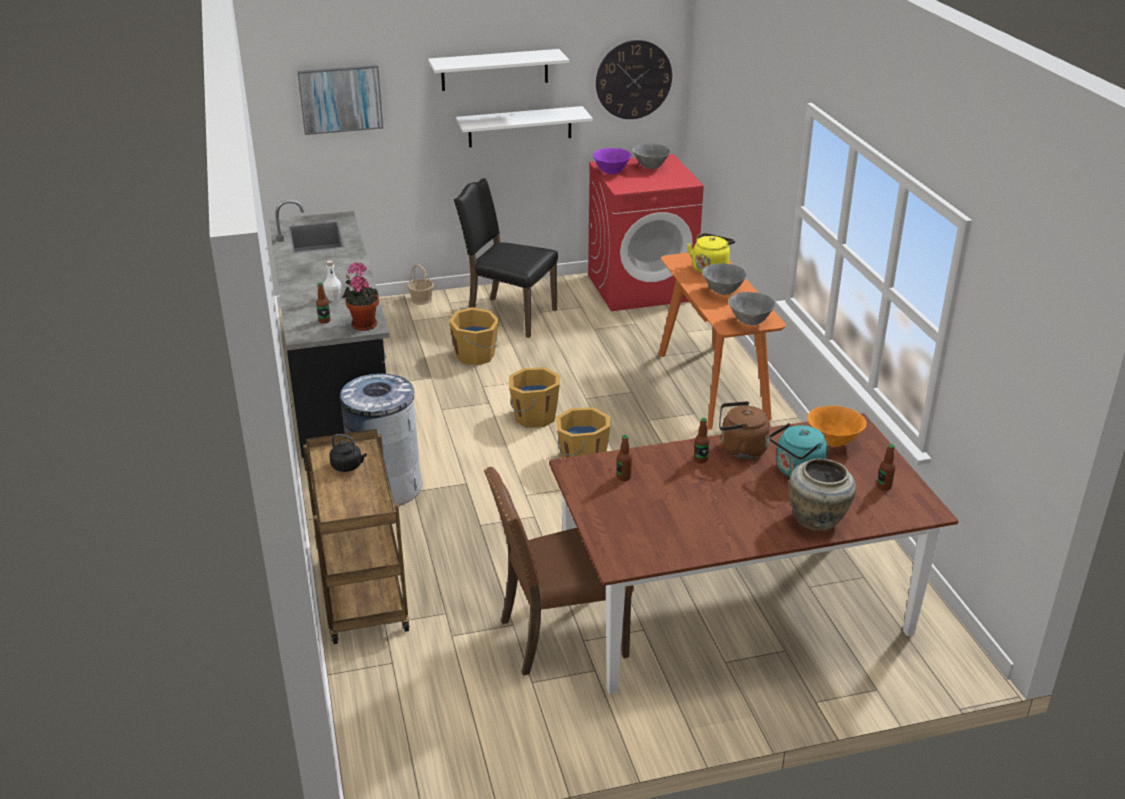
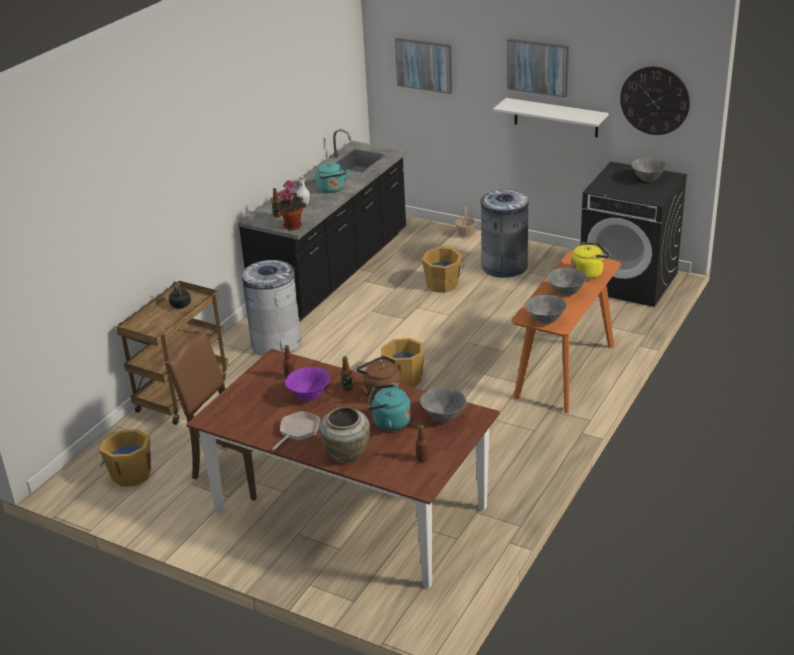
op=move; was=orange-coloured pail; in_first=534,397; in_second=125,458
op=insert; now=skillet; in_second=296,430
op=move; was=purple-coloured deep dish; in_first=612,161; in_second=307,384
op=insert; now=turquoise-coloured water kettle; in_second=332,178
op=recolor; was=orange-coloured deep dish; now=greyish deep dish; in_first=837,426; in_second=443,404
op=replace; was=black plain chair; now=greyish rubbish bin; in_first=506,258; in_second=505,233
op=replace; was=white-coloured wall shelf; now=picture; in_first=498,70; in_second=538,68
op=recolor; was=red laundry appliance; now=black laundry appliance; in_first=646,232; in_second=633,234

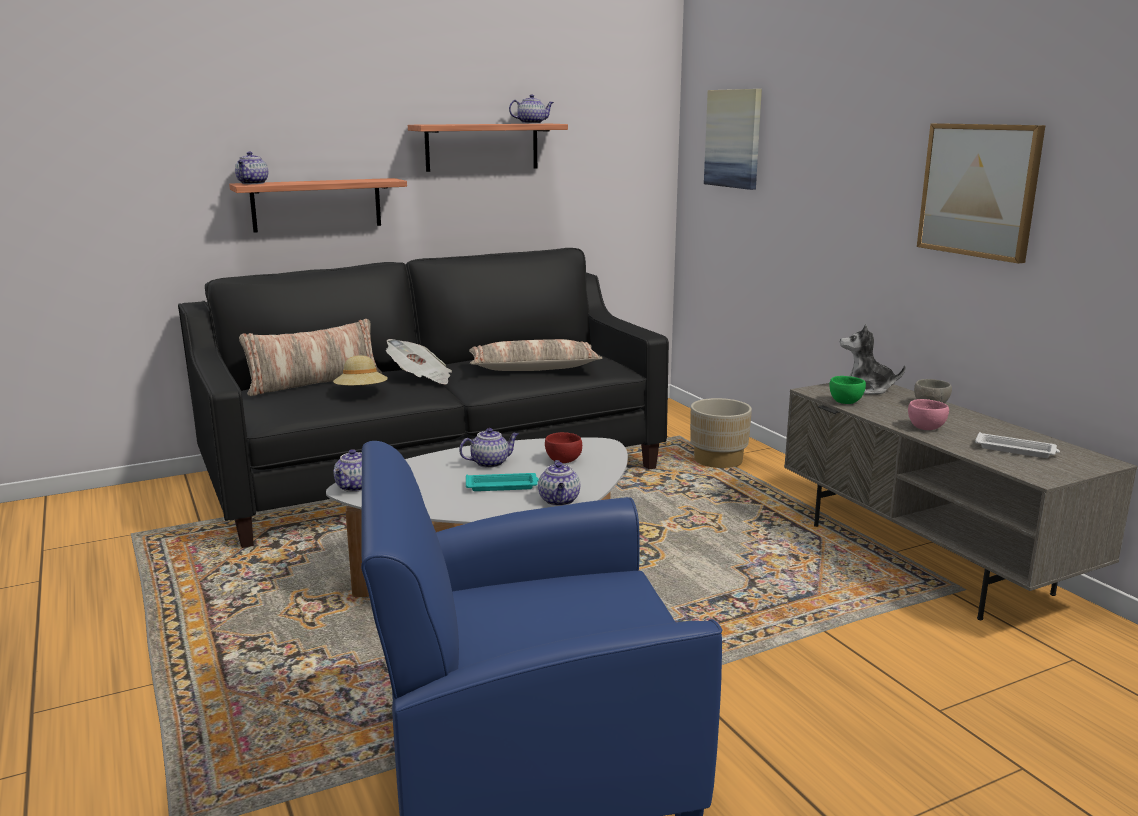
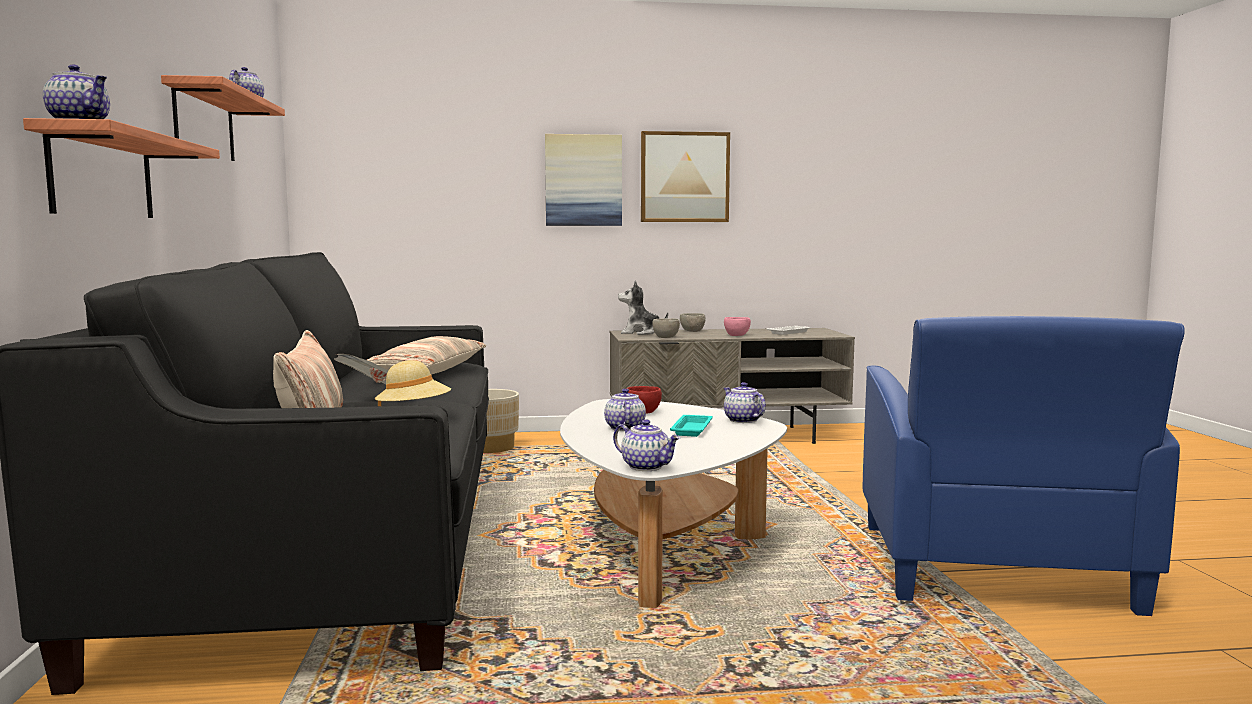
op=move; was=picture; in_first=733,139; in_second=583,180
op=rotate; was=soft toy; in_first=873,359; in_second=643,307; clockwise=60
op=recolor; was=greenish deep dish; now=greyish deep dish; in_first=847,390; in_second=666,328
op=rotate; was=pot for tea; in_first=559,483; in_second=745,402; clockwise=-135

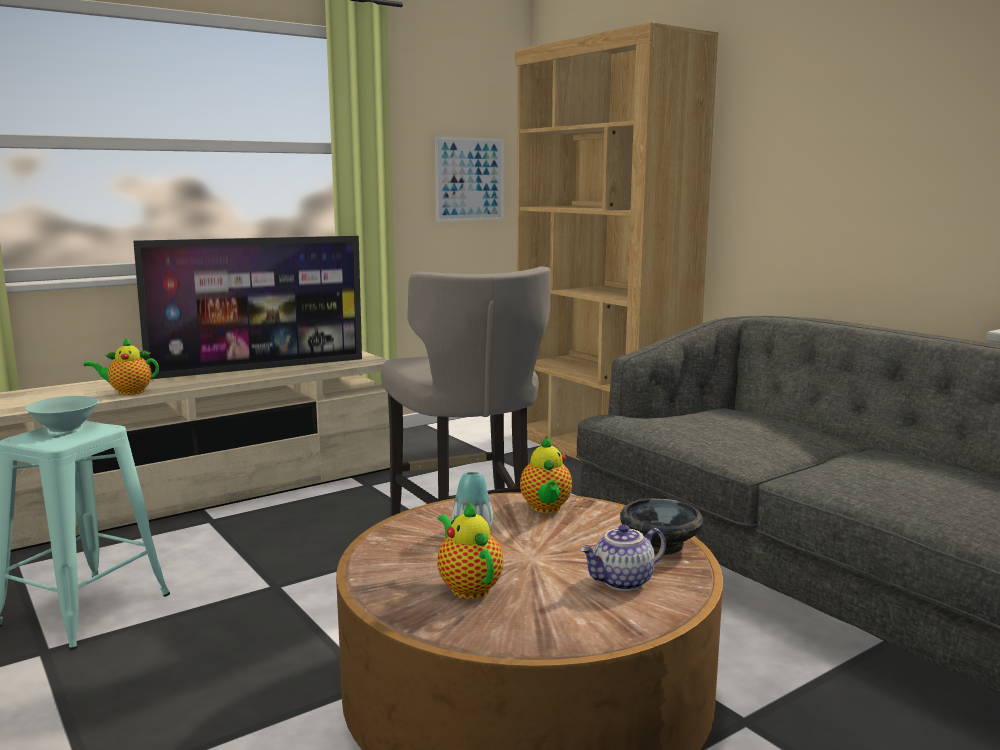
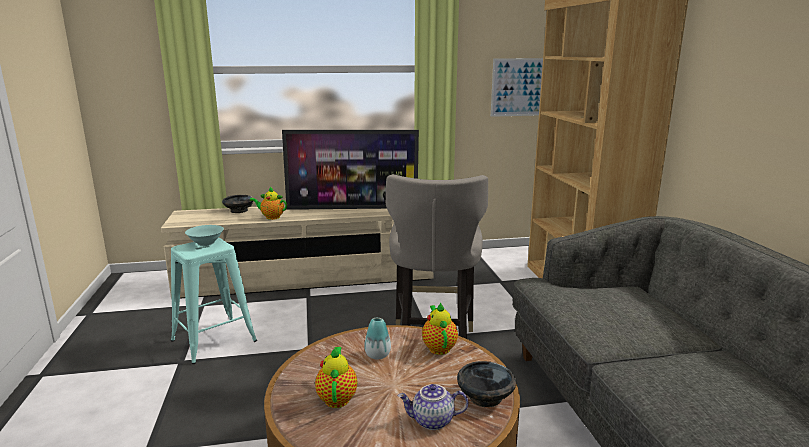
op=insert; now=black deep dish; in_second=237,204
op=rotate; was=pot for tea; in_first=546,474; in_second=440,328; clockwise=150

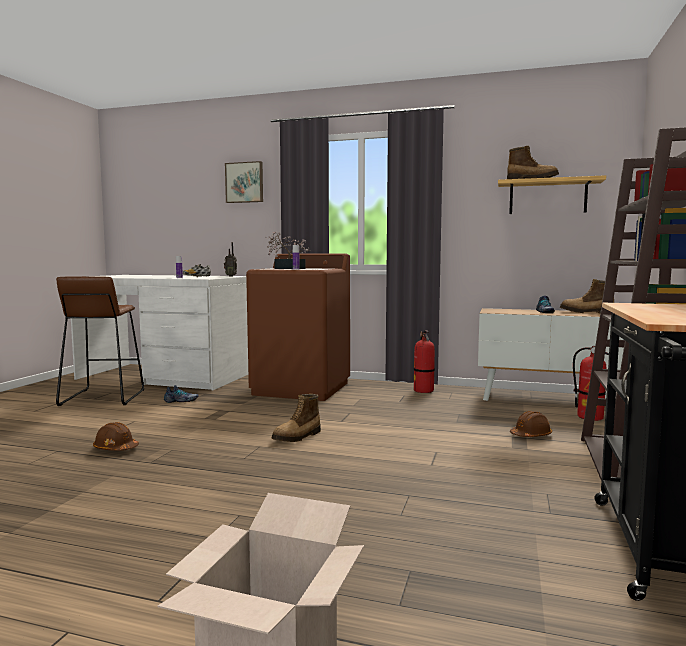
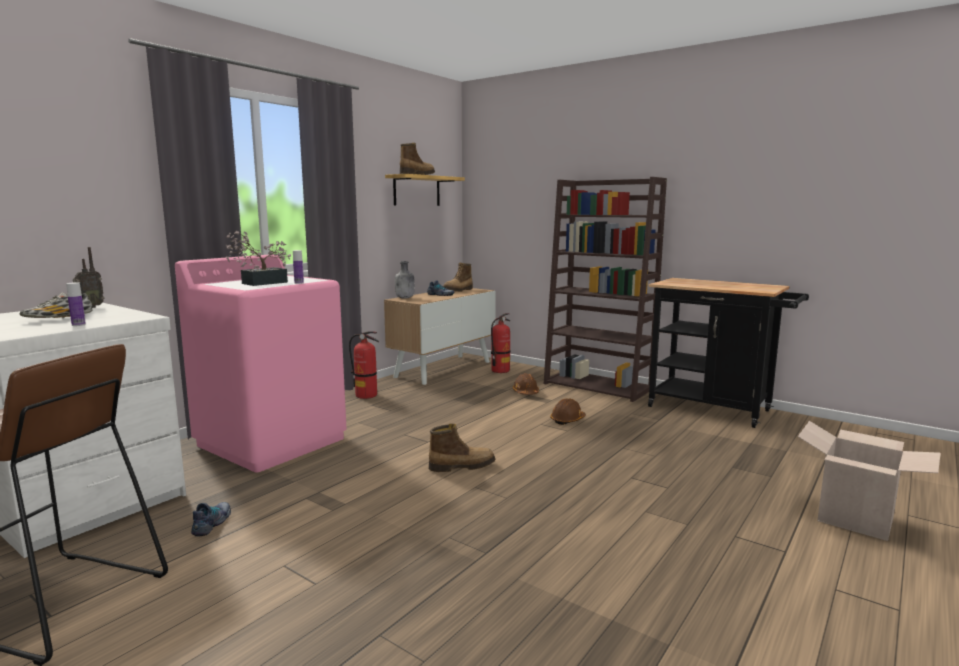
op=recolor; was=brown-coloured laundry appliance; now=pink-coloured laundry appliance; in_first=298,327; in_second=261,364
op=insert; now=greyish beverage bottle; in_second=405,280
op=rotate; was=tall boot; in_first=296,418; in_second=462,448; clockwise=-75
op=move; was=brown-coloured work helmet; in_first=116,436; in_second=568,412
op=delete; was=picture; in_first=244,182

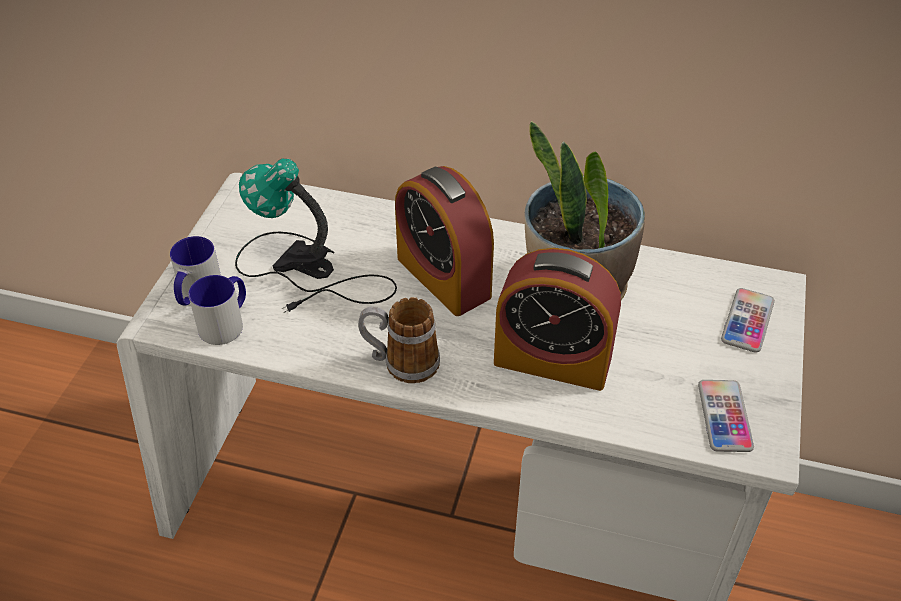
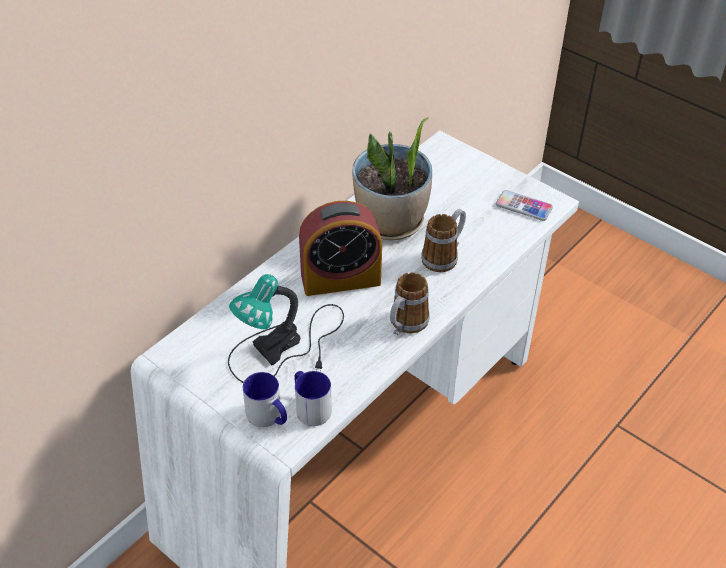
op=replace; was=table clock; now=coffee mug; in_first=557,319; in_second=443,240
op=delete; was=phone; in_first=748,320

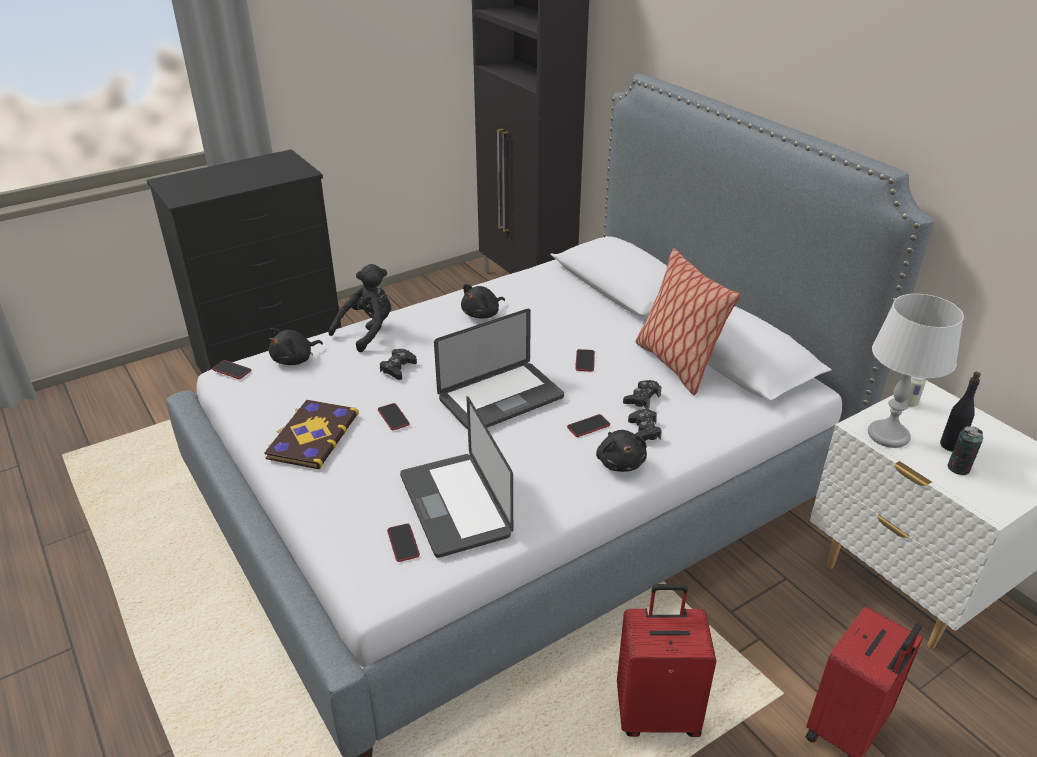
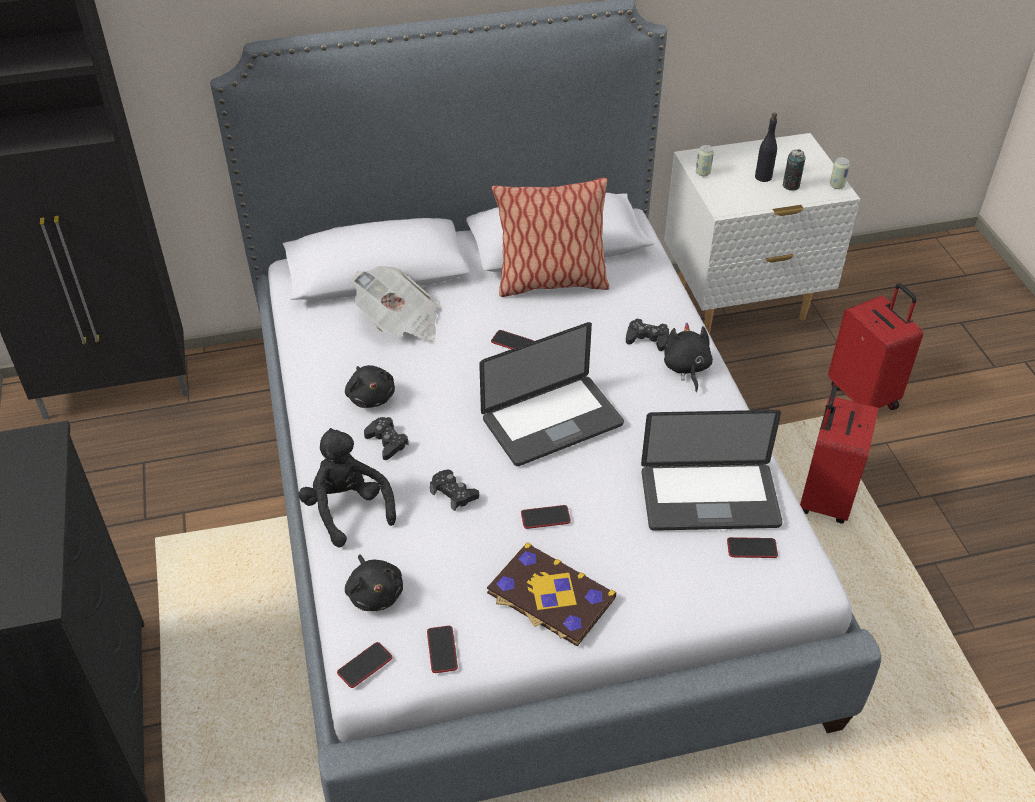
op=insert; now=newspaper; in_second=395,303
op=move; was=black joypad; in_first=642,394; in_second=386,438
op=move; was=phone; in_first=588,425; in_second=442,649
op=rotate; was=laptop; in_first=499,369; in_second=551,394; clockwise=75
op=rotate; was=black soft toy; in_first=621,451; in_second=688,357; clockwise=-105
op=insert; now=metal can; in_second=840,173
op=delete; was=greyish tabletop lamp; in_first=916,371

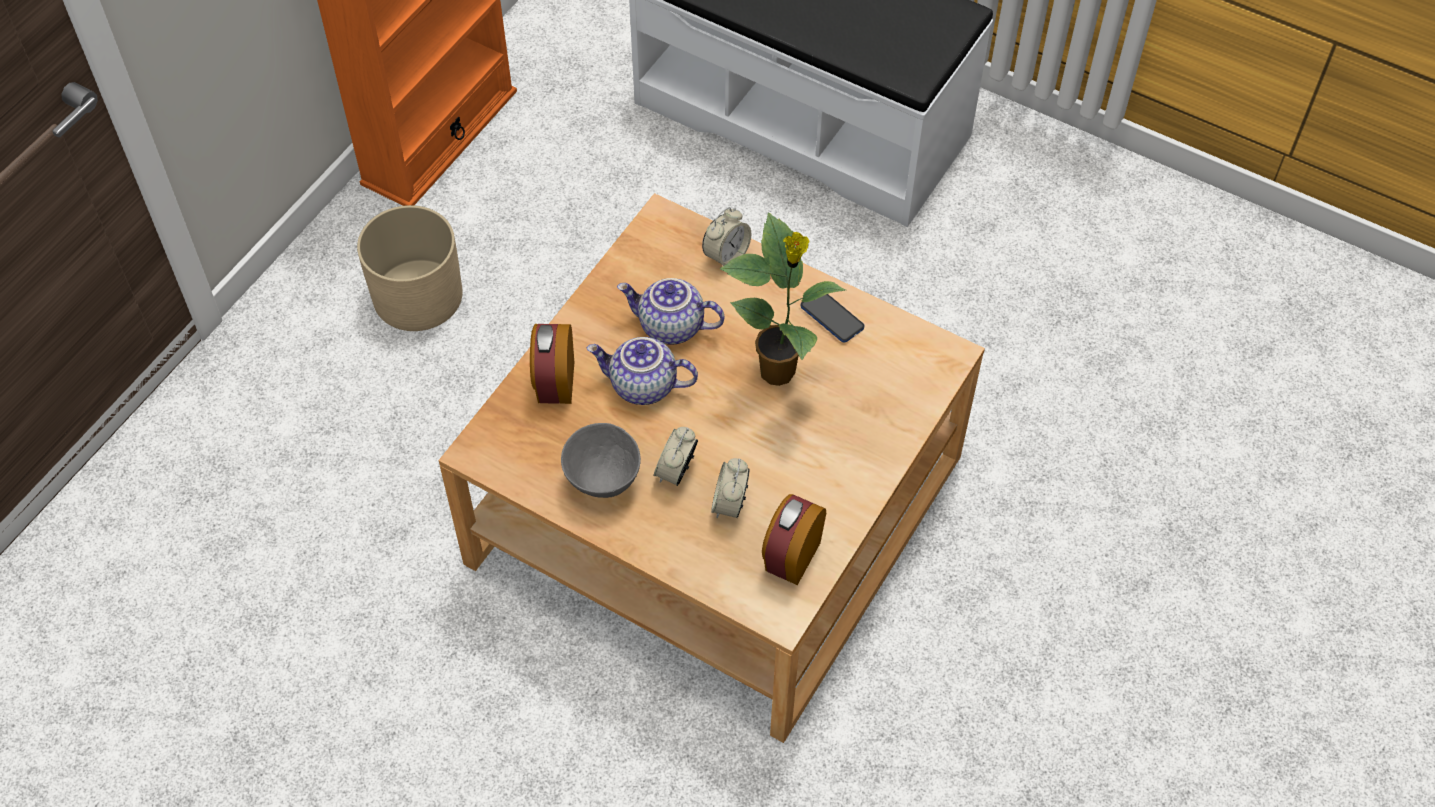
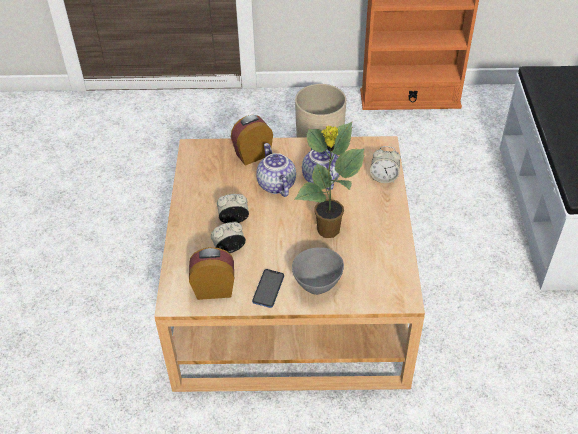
op=move; was=phone; in_first=832,318; in_second=268,288
op=move; was=greyish deep dish; in_first=601,460; in_second=318,271

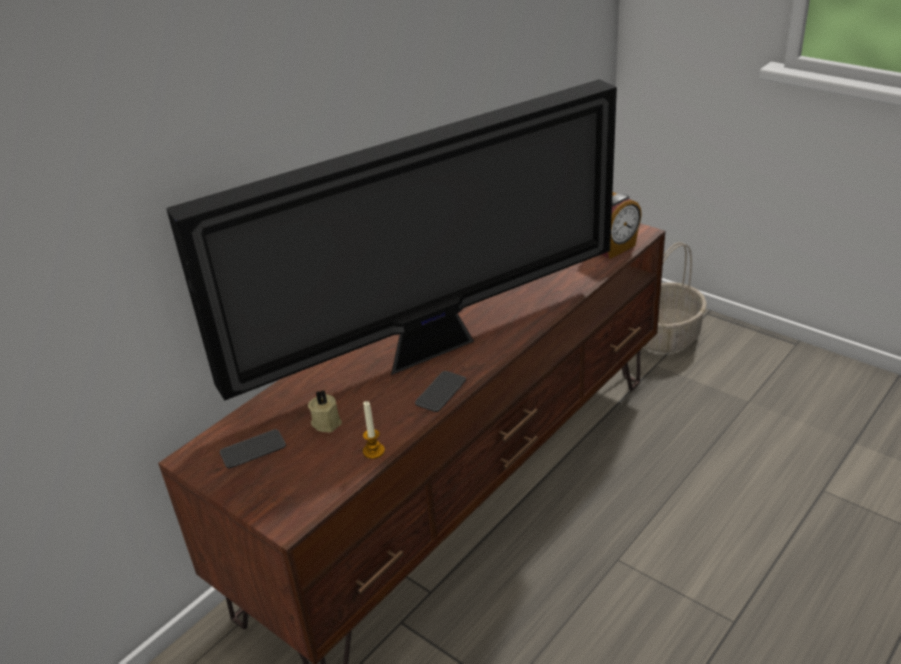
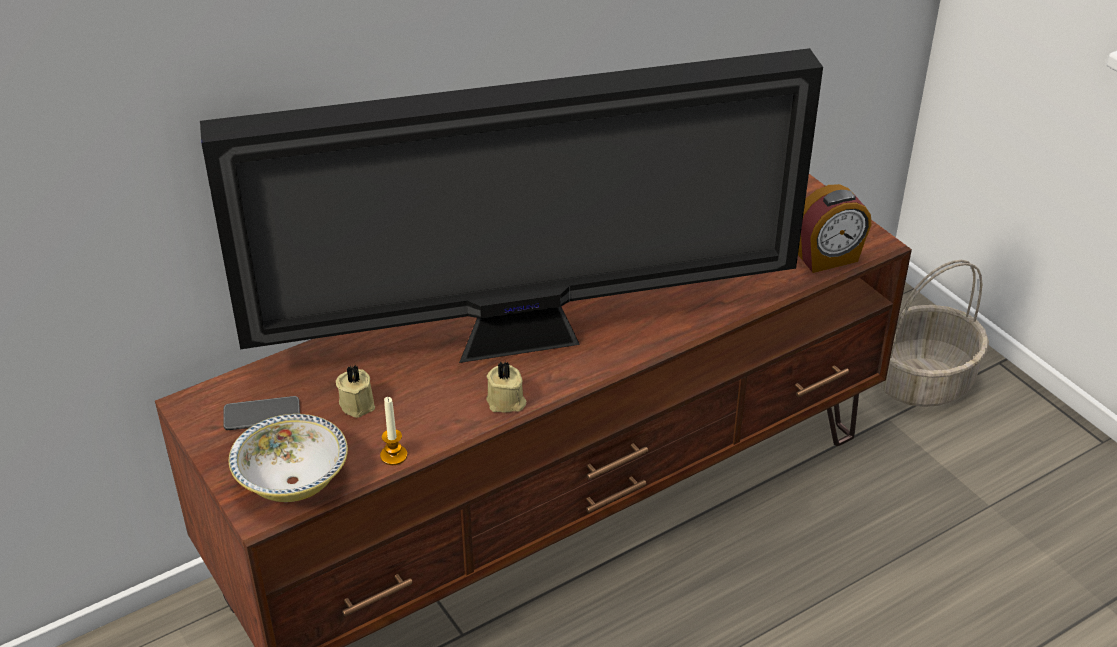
op=insert; now=deep dish; in_second=288,458
op=replace; was=phone; now=beige candle; in_first=440,391; in_second=506,386

